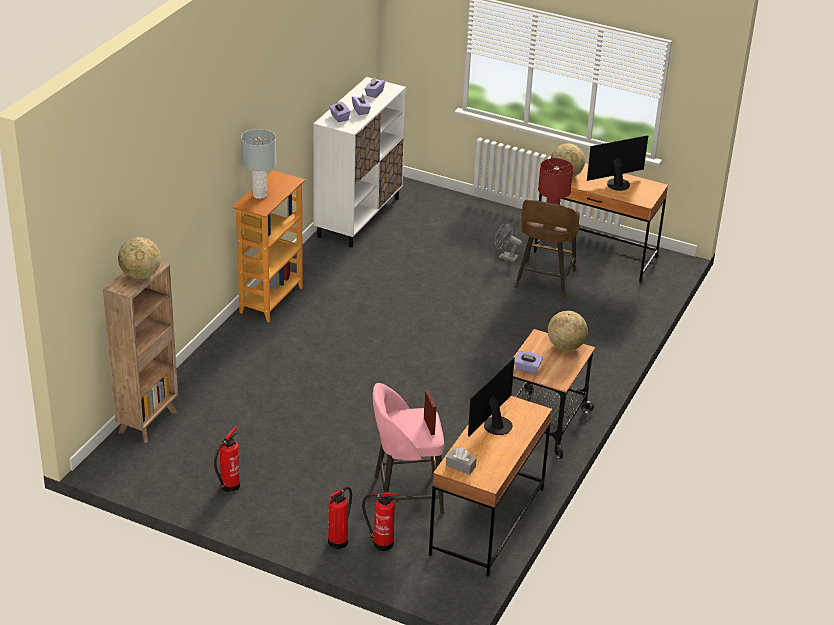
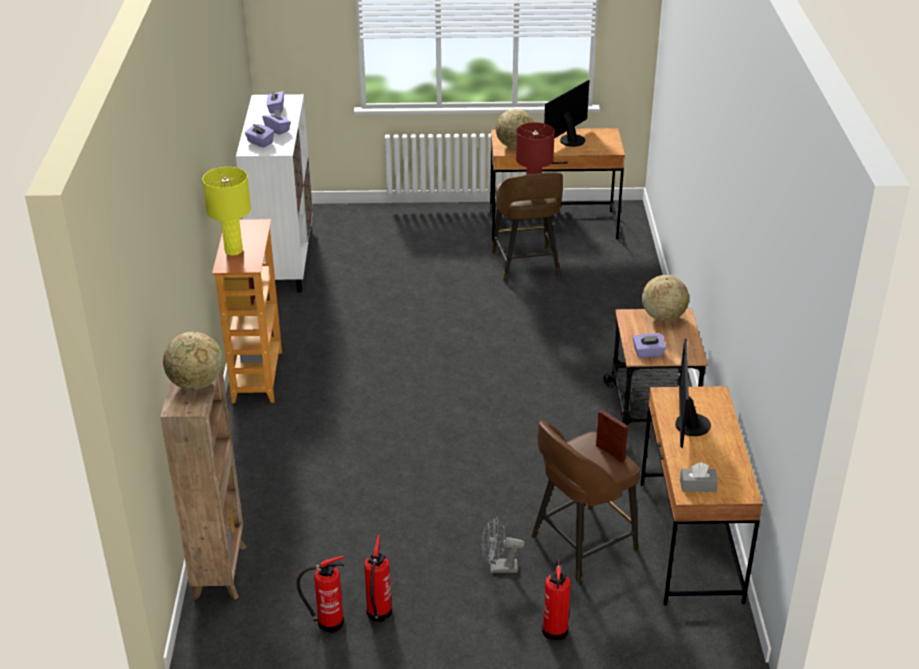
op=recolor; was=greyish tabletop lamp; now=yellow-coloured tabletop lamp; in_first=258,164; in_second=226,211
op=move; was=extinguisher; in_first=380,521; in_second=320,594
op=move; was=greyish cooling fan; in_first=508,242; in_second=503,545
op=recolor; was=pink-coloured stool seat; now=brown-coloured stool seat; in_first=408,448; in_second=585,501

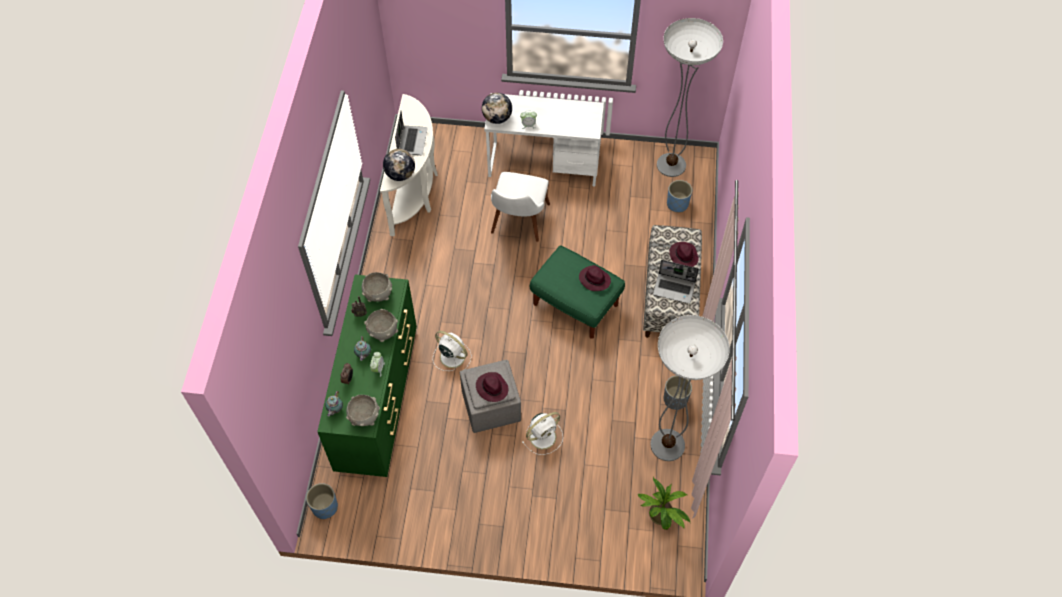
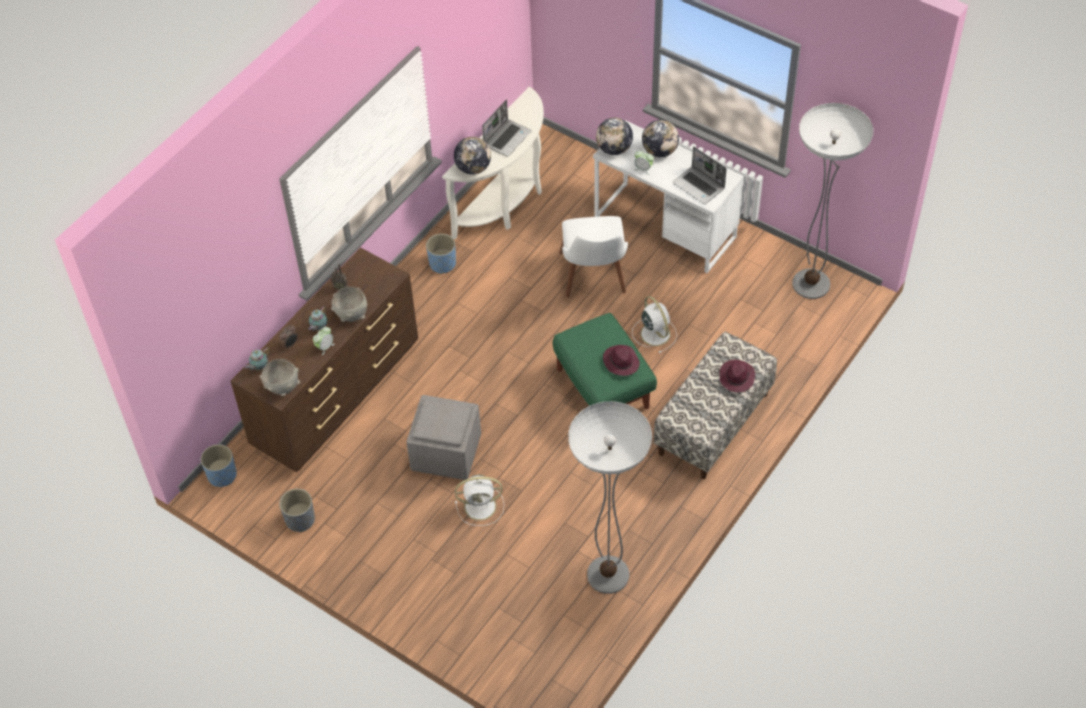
op=recolor; was=greenish drawer chest; now=brown-coloured drawer chest; in_first=367,376; in_second=324,359
op=move; was=greyish planter; in_first=678,392; in_second=297,510
op=move; was=blue planter; in_first=679,196; in_second=441,254
op=rotate; was=white-coloured plain chair; in_first=520,207; in_second=593,256; clockwise=-45
op=move; was=white-coloured cooling fan; in_first=452,351; in_second=654,324
op=insert; now=desk globe; in_second=660,138
op=move; was=laptop; in_first=676,282; in_second=700,175
op=delete; was=greyish deep dish; in_first=377,287
op=delete; was=purple-coloured wearable hat; in_first=492,387
op=delete; was=potted plant; in_first=664,503

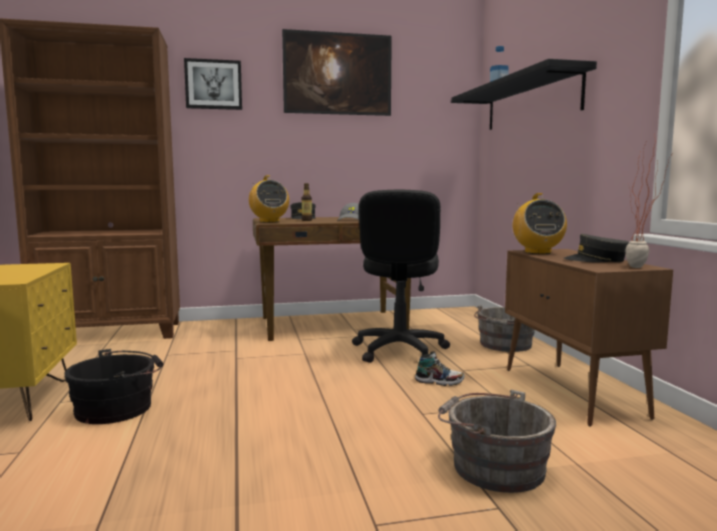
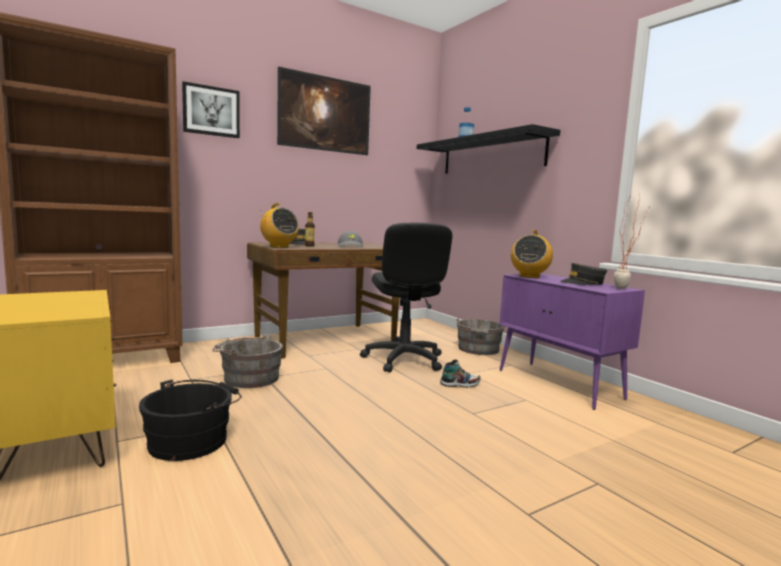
op=move; was=greyish pail; in_first=497,441; in_second=247,361
op=recolor; was=brown-coloured cupboard; now=purple-coloured cupboard; in_first=589,338; in_second=572,341
op=rotate; was=radio; in_first=540,223; in_second=532,254; clockwise=45

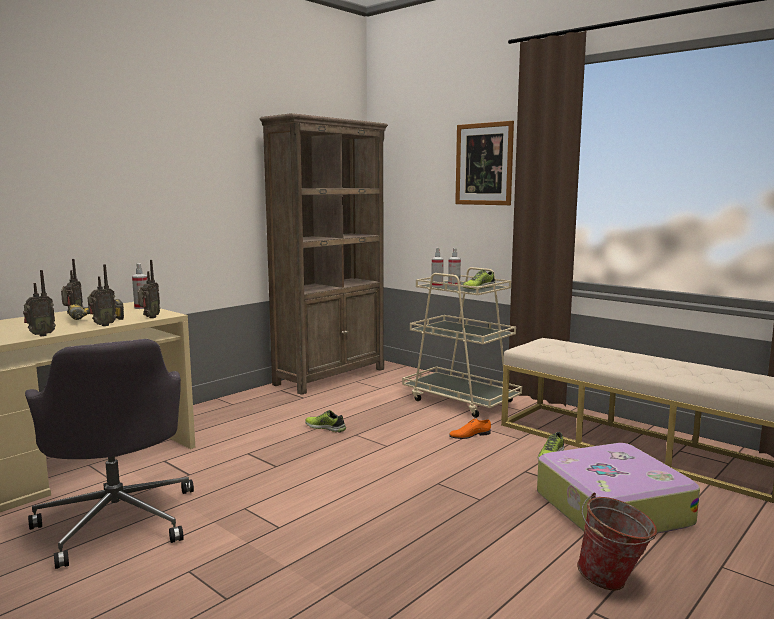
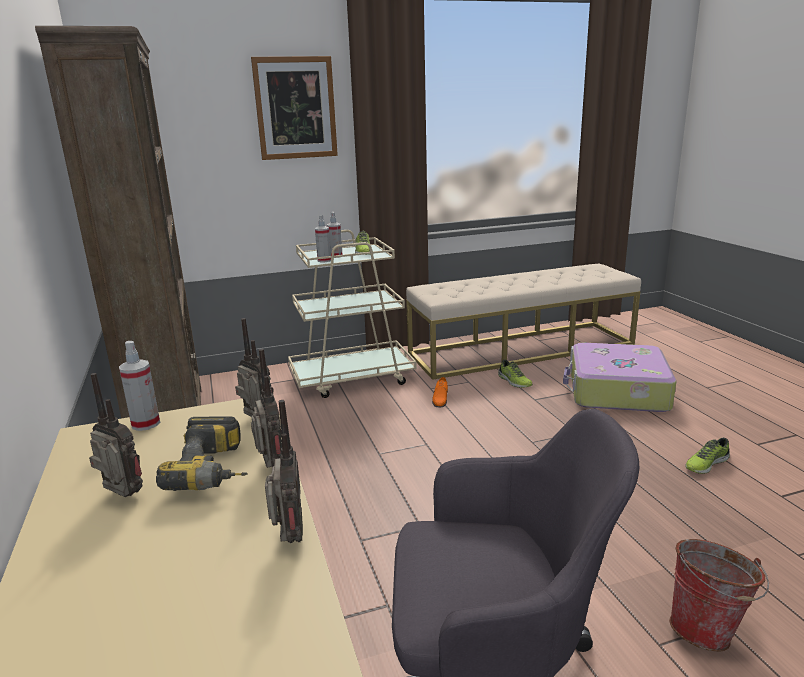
op=move; was=pail; in_first=617,541; in_second=719,595
op=move; was=low shoe; in_first=325,421; in_second=707,456

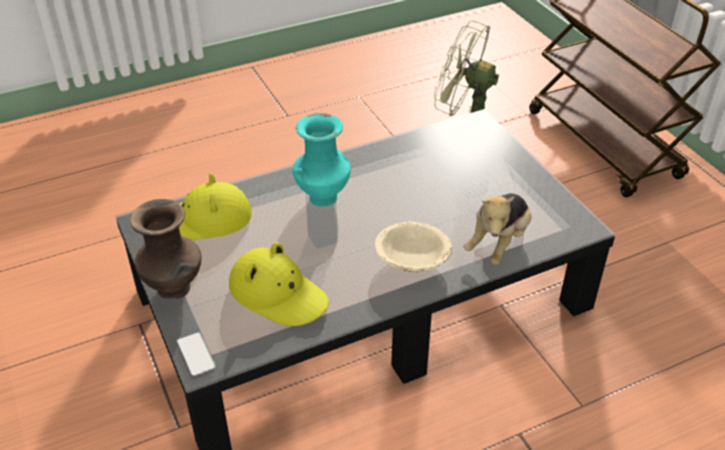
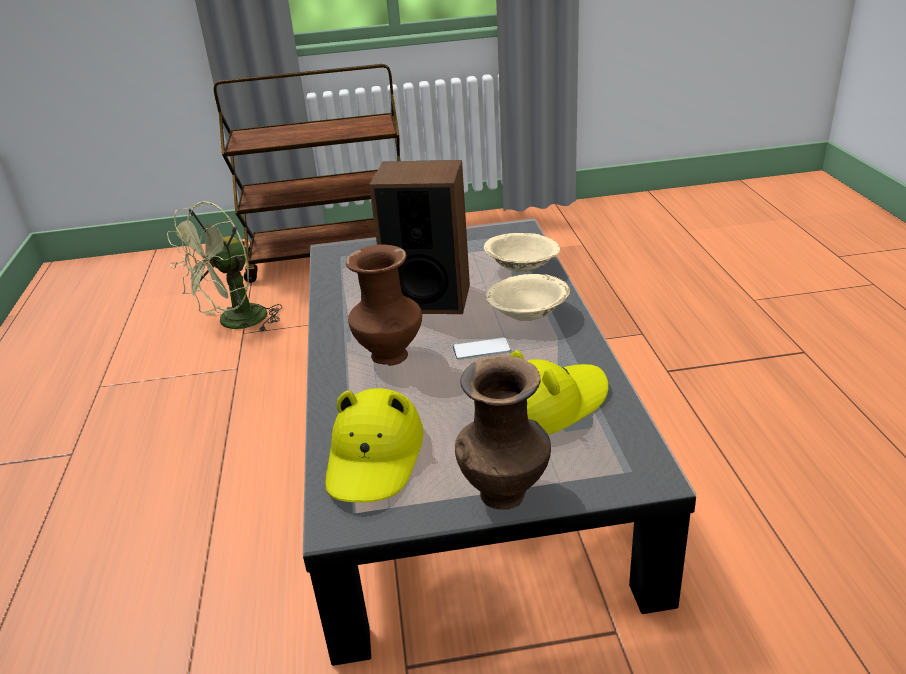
op=recolor; was=turquoise-coloured flower vase; now=brown-coloured flower vase; in_first=321,160; in_second=384,305
op=insert; now=audio speaker; in_second=419,237
op=move; was=phone; in_first=196,354; in_second=481,348
op=replace; was=soft toy; now=beige deep dish; in_first=498,229; in_second=522,252

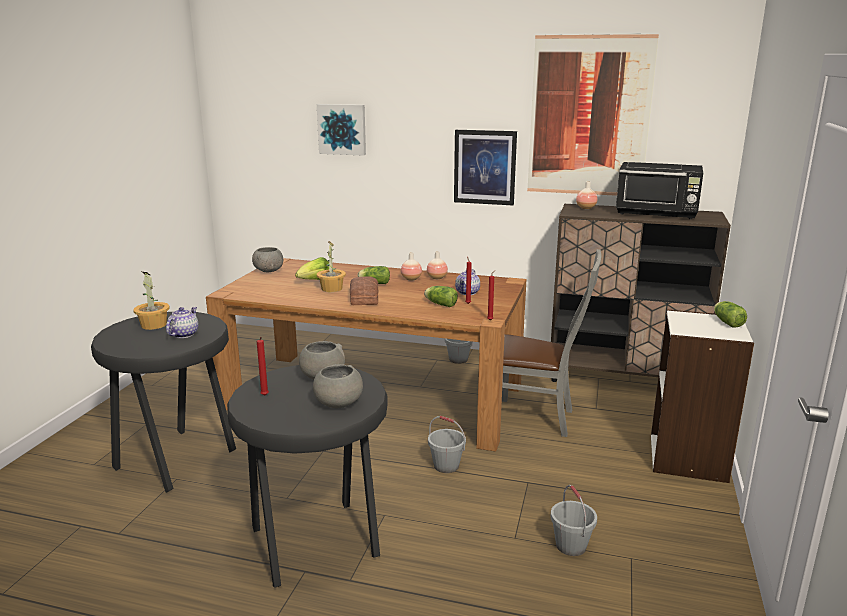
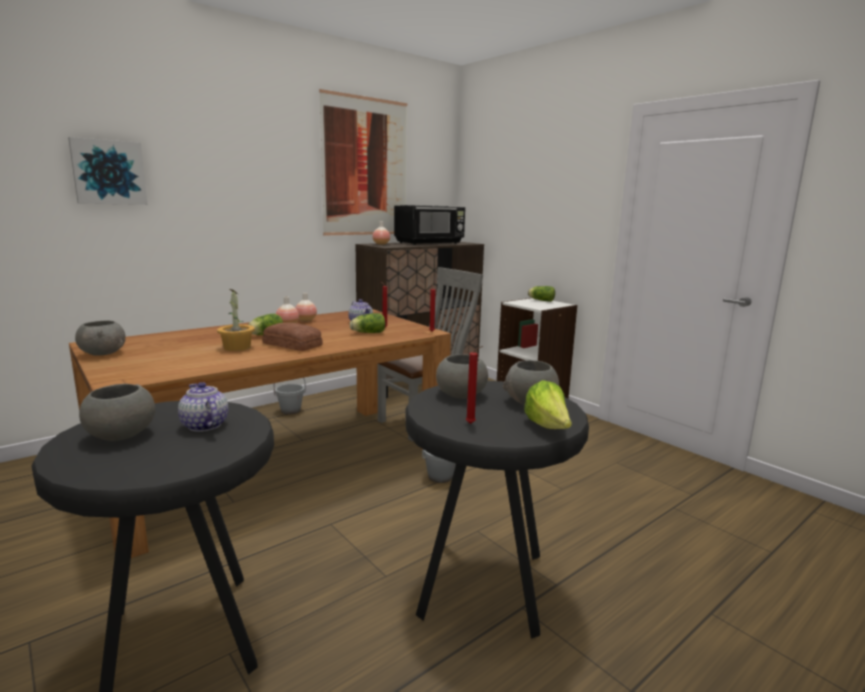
op=replace; was=potted plant; now=greyish deep dish; in_first=151,301; in_second=117,412
op=move; was=lettuce head; in_first=312,268; in_second=548,404
op=delete; was=picture; in_first=485,167
op=delete; was=greyish pail; in_first=574,520

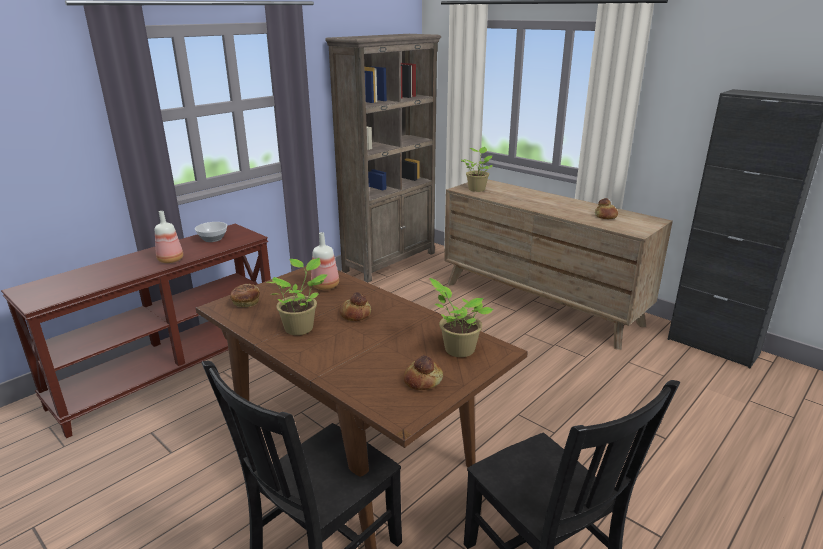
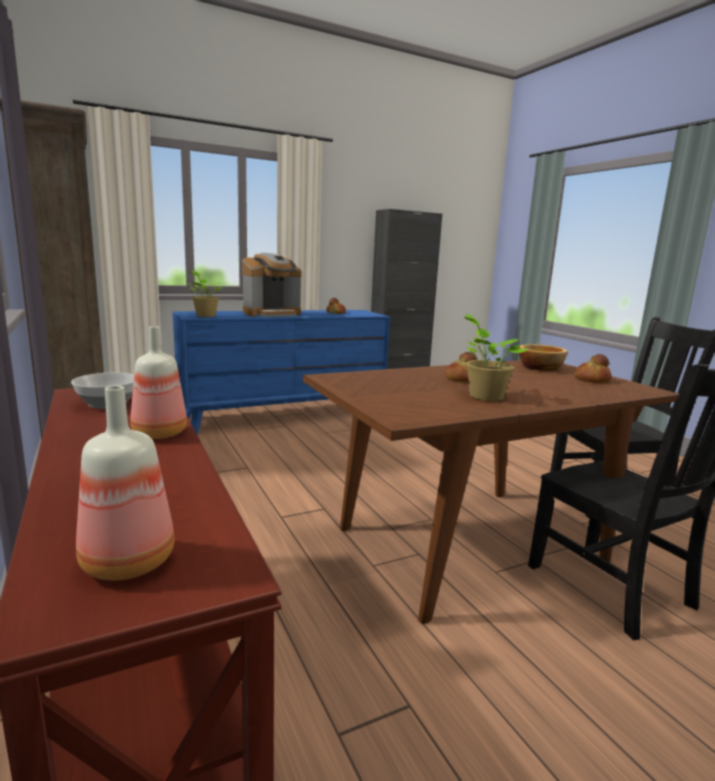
op=move; was=beverage bottle; in_first=325,261; in_second=125,483
op=recolor; was=brown-coloured drawer chest; now=blue drawer chest; in_first=558,264; in_second=281,372
op=insert; now=coffee brewer; in_second=272,285
op=replace; was=potted plant; now=deep dish; in_first=461,317; in_second=543,357
op=delete; was=bread; in_first=245,295

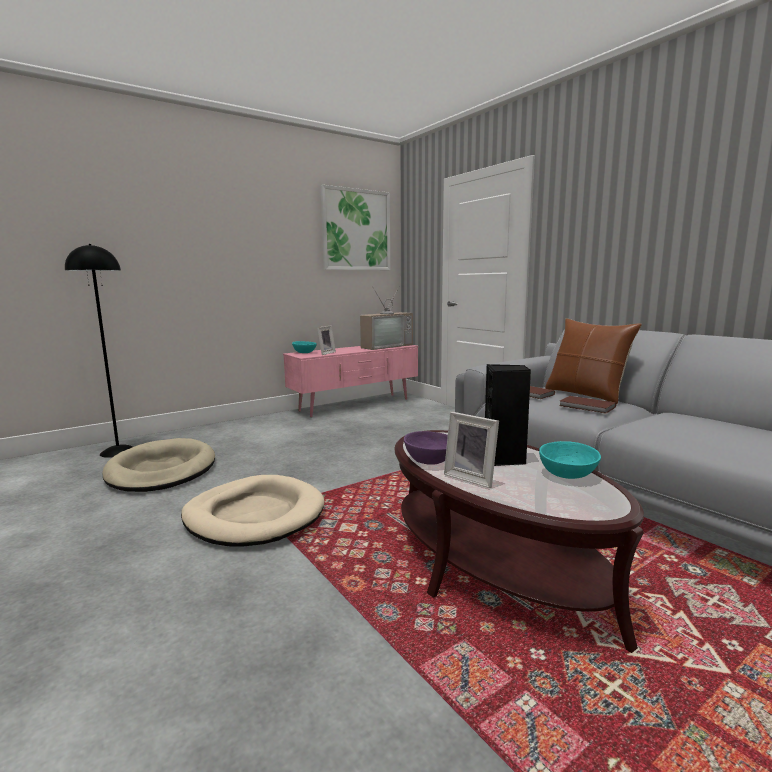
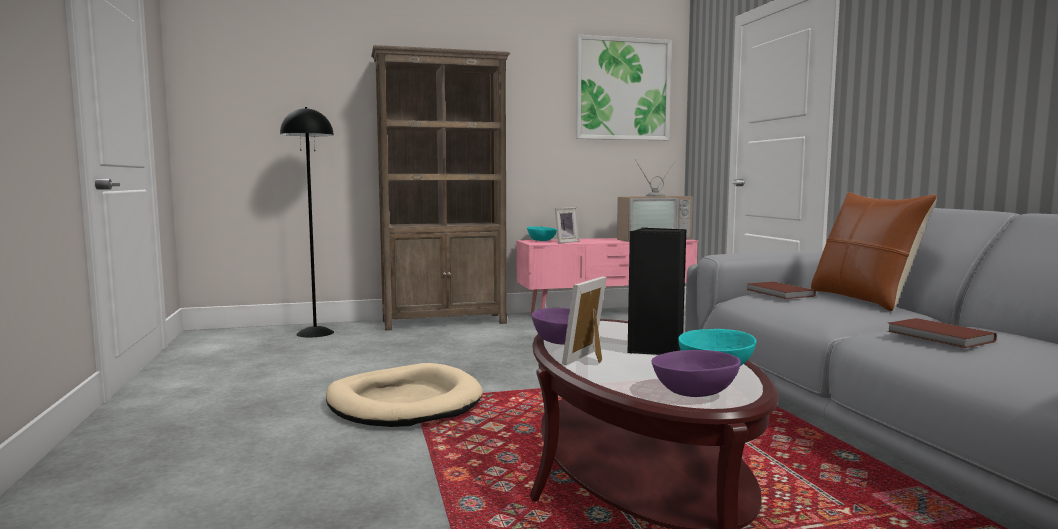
op=insert; now=brown-coloured shelving unit; in_second=440,188
op=rotate; was=picture frame; in_first=471,450; in_second=584,320; clockwise=60
op=insert; now=purple-coloured deep dish; in_second=696,373
op=move; was=brown-coloured book; in_first=587,405; in_second=942,333
op=delete; was=beige dog bed; in_first=158,465

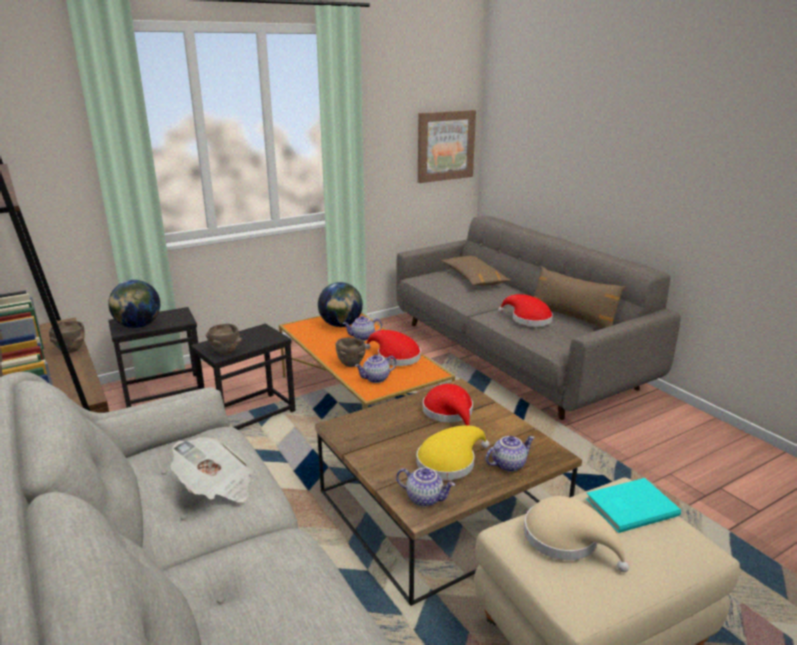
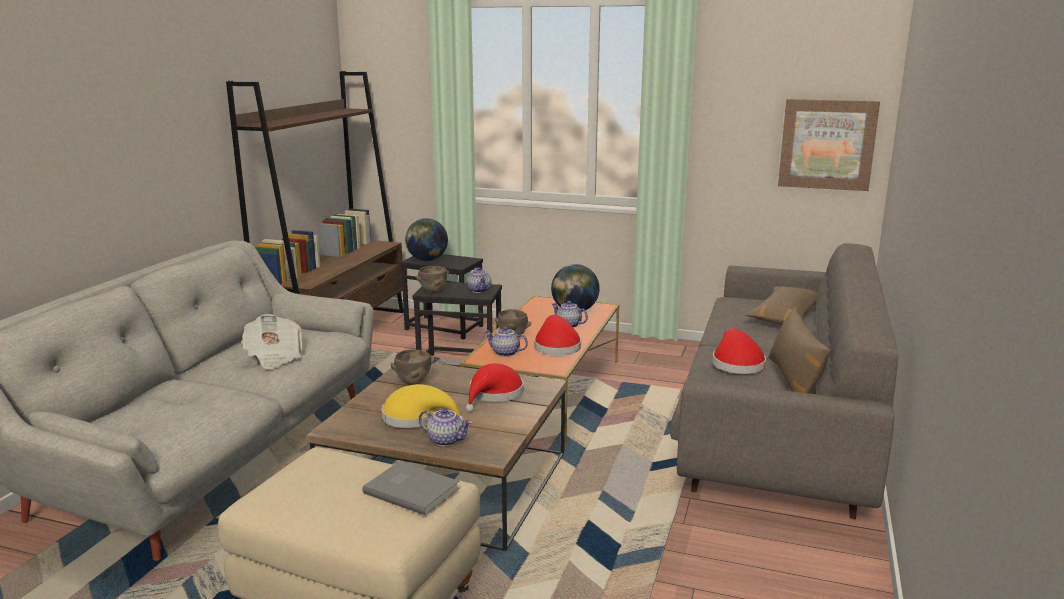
op=recolor; was=turquoise-coloured book; now=greyish book; in_first=633,505; in_second=410,488
op=move; was=brown-coloured deep dish; in_first=67,337; in_second=412,367
op=move; was=pot for tea; in_first=425,487; in_second=479,280
op=delete; was=beige wearable hat; in_first=576,534

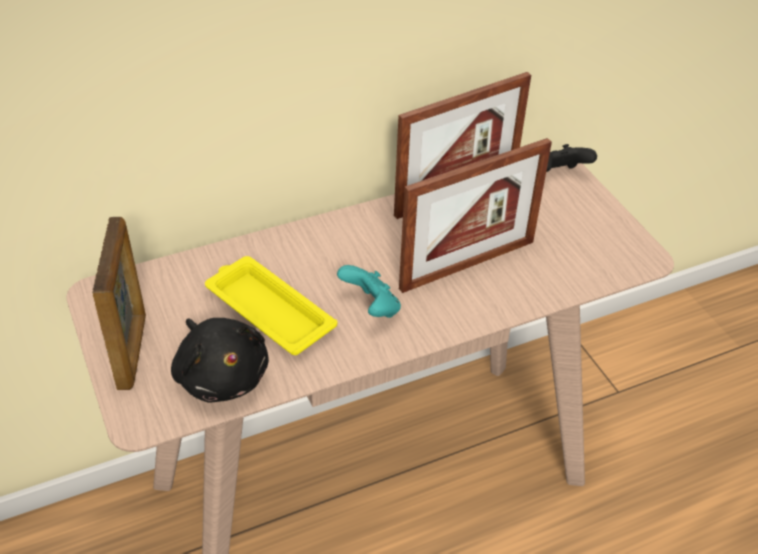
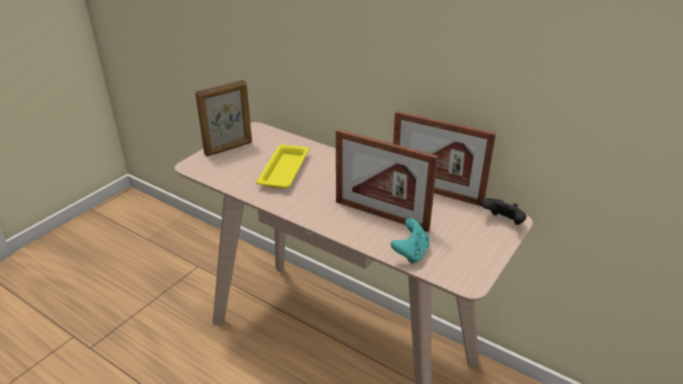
op=move; was=turquoise-coloured joypad; in_first=369,291; in_second=410,241
op=delete; was=black soft toy; in_first=220,360

